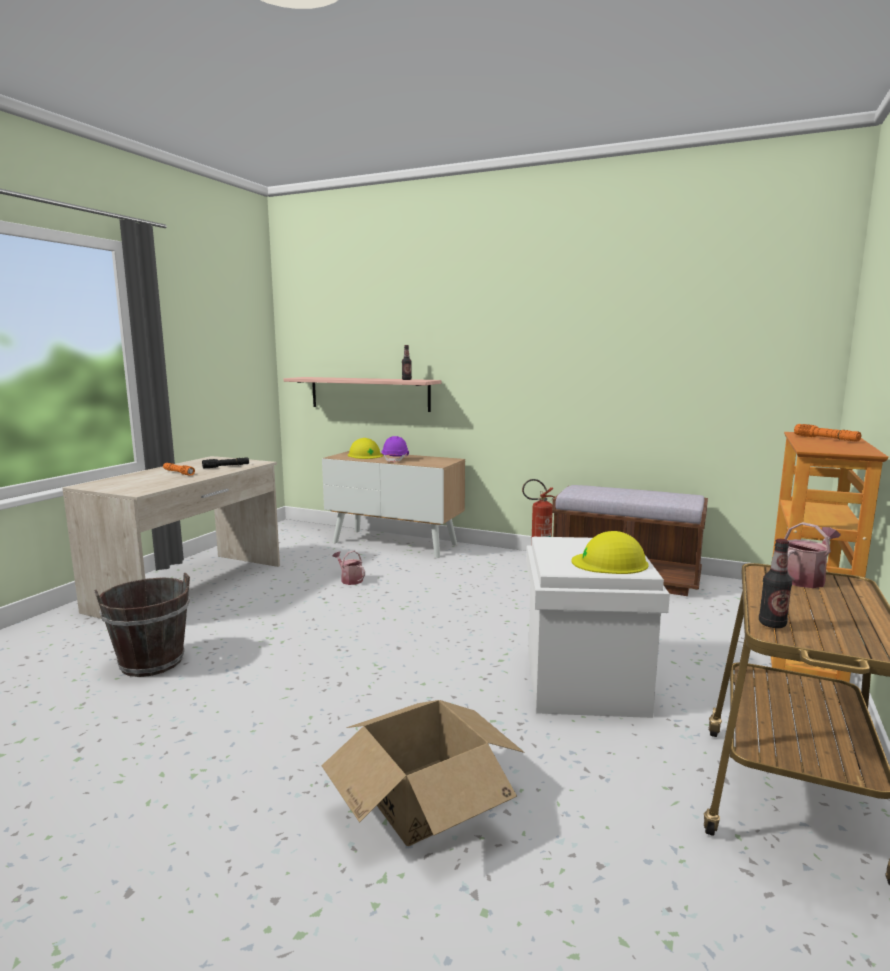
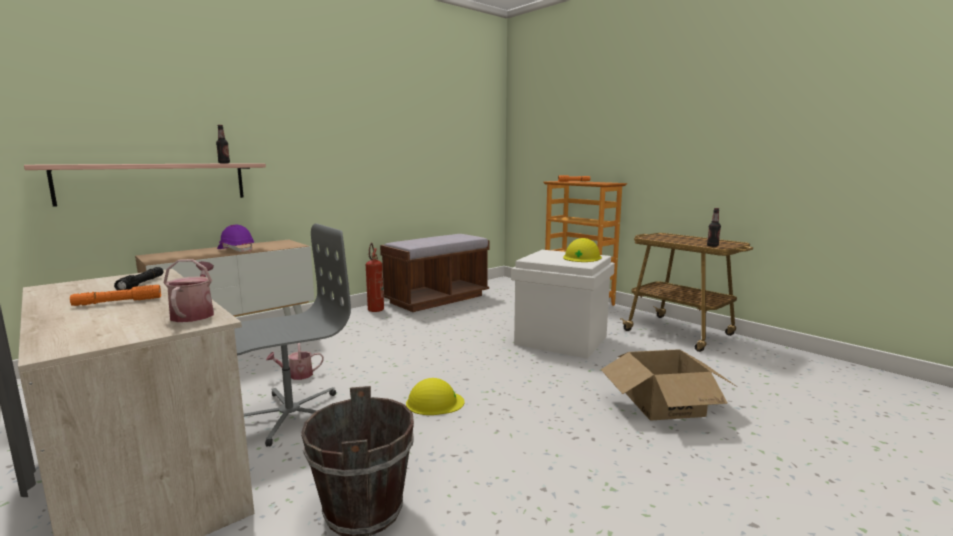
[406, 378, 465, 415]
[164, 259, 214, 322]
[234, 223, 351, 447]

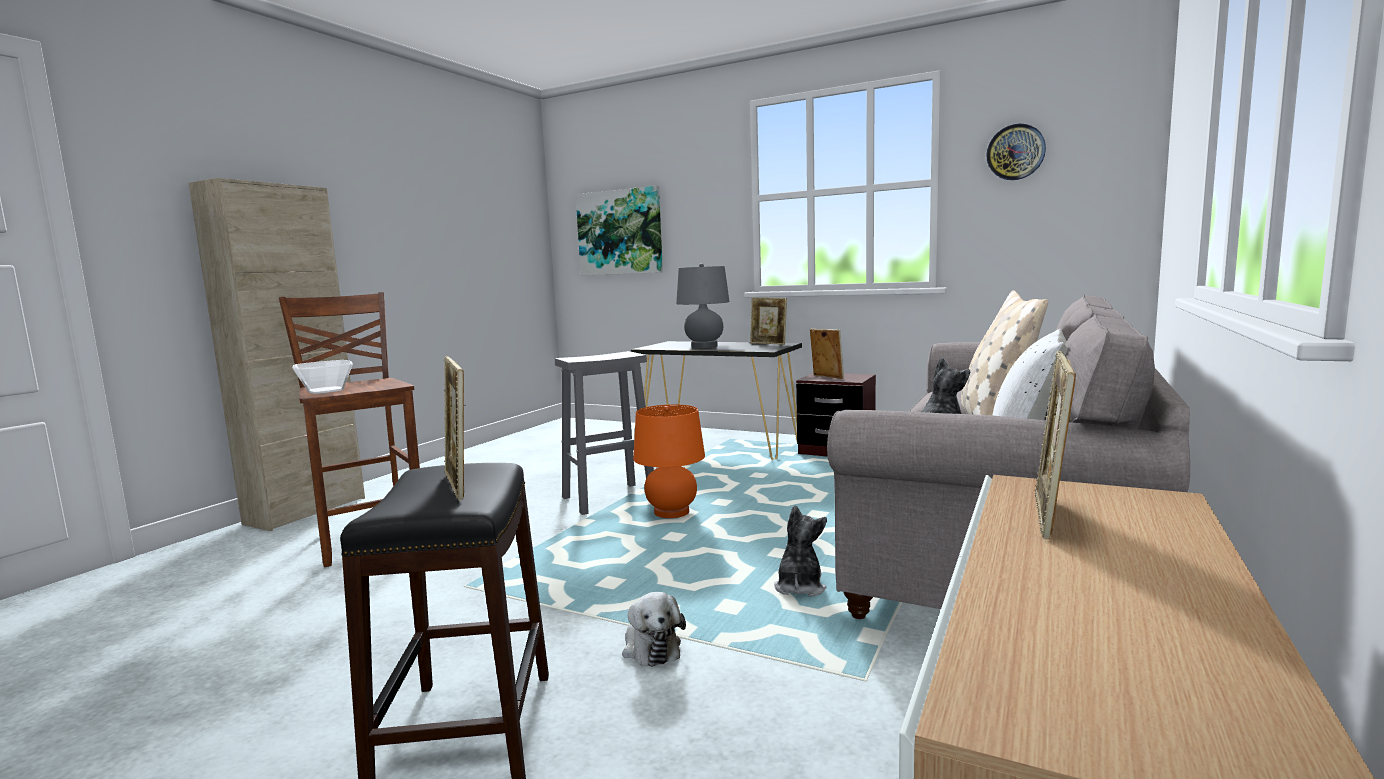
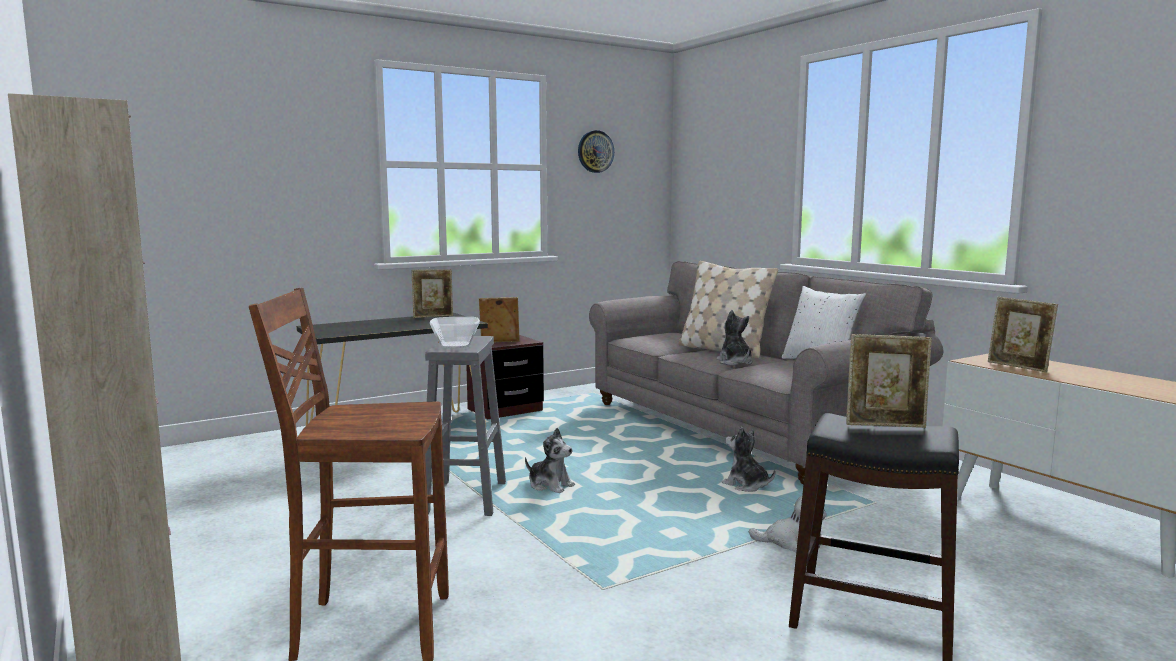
[430, 317, 480, 348]
[575, 186, 663, 276] (first image)
[525, 428, 575, 493]
[676, 263, 730, 348] (first image)

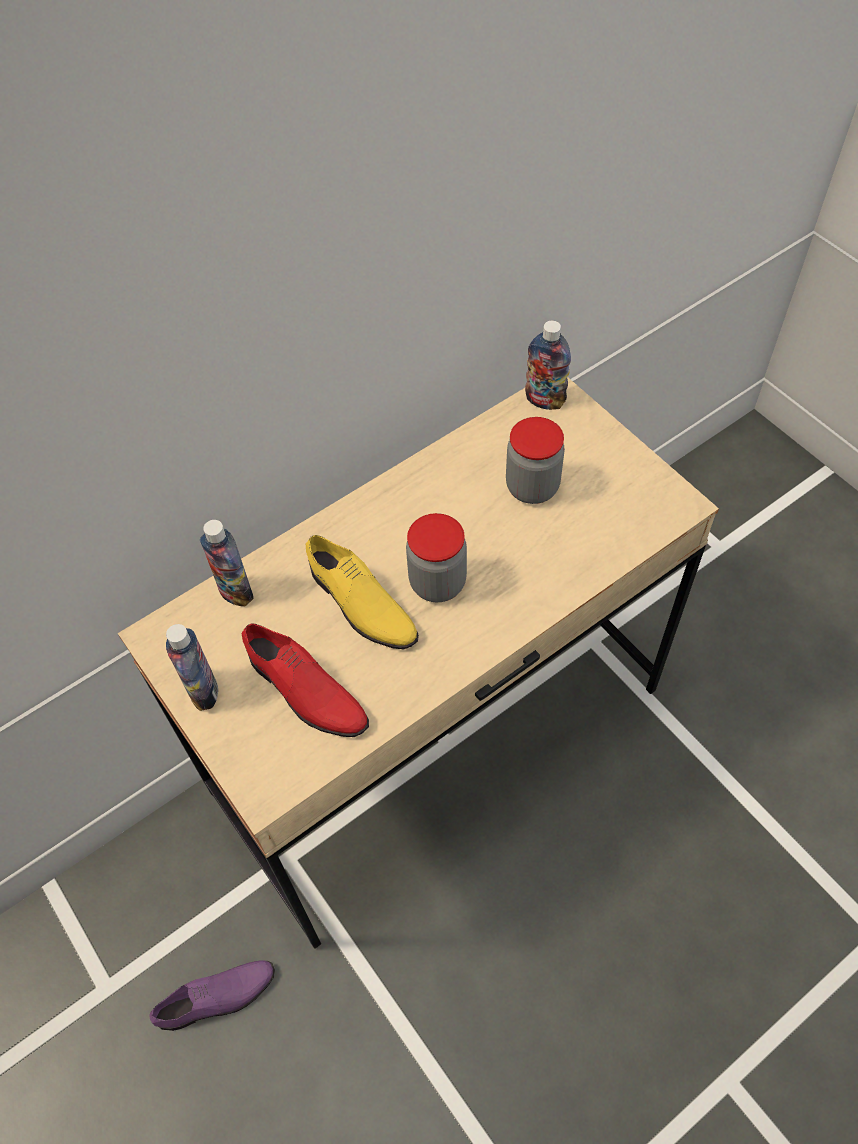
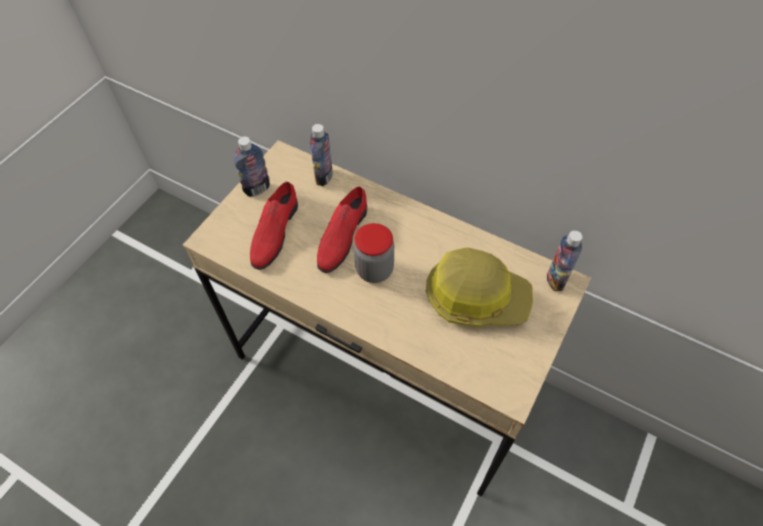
[149, 961, 275, 1031] (first image)
[317, 186, 367, 273]
[426, 247, 533, 327]

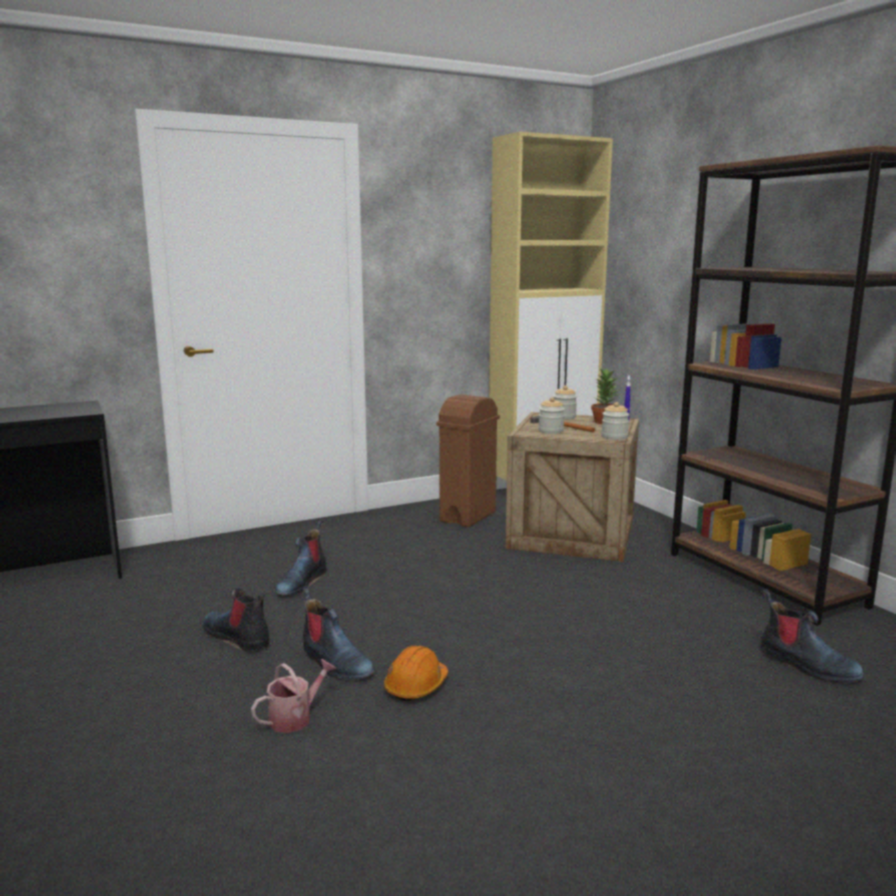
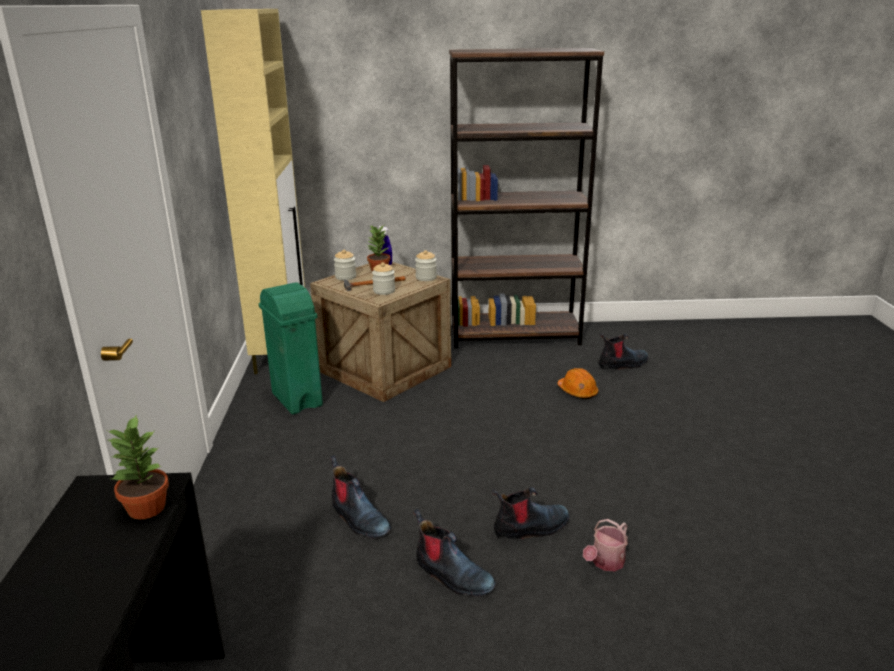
[413, 509, 496, 597]
[583, 519, 628, 571]
[557, 368, 598, 399]
[259, 283, 323, 414]
[108, 416, 169, 519]

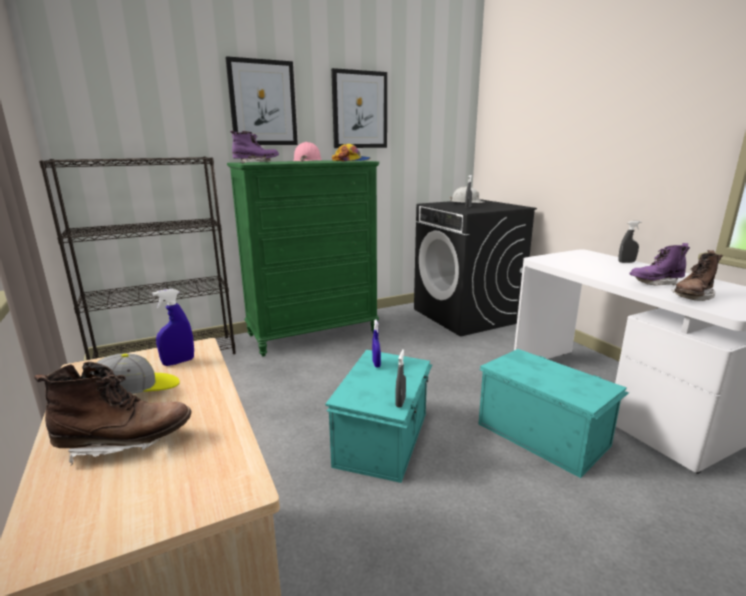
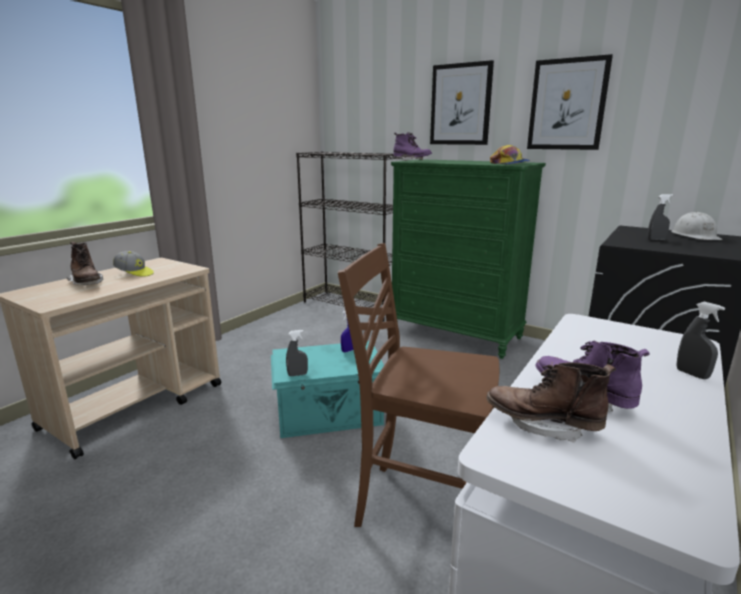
[153, 289, 194, 366] (first image)
[293, 142, 322, 162] (first image)
[338, 243, 499, 527]

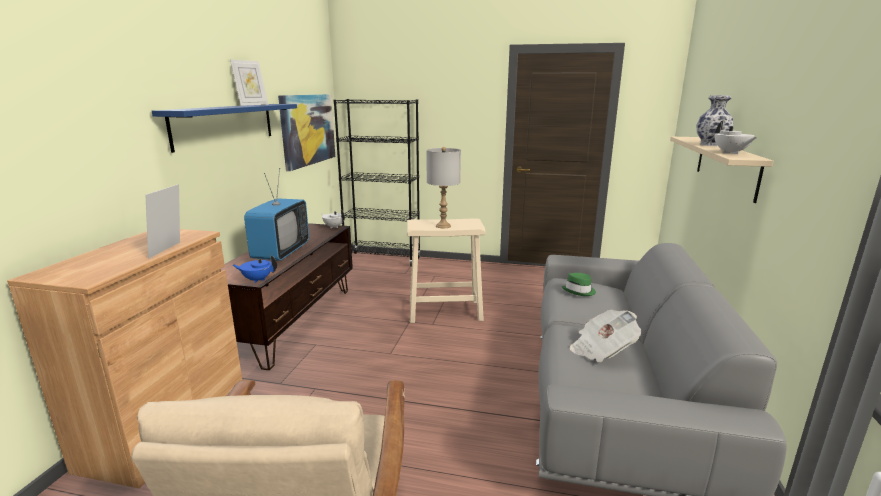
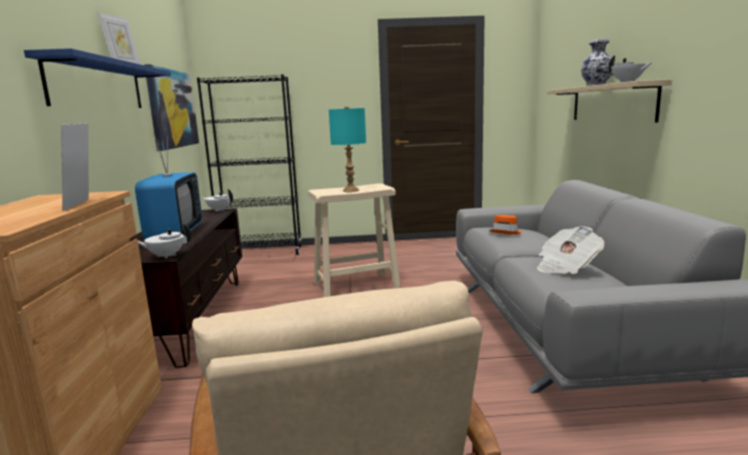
[138, 223, 191, 259]
[329, 105, 366, 192]
[489, 215, 522, 235]

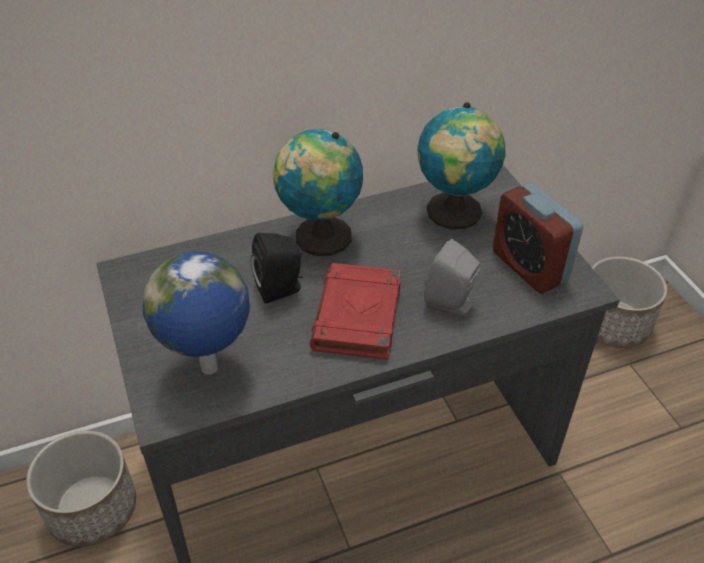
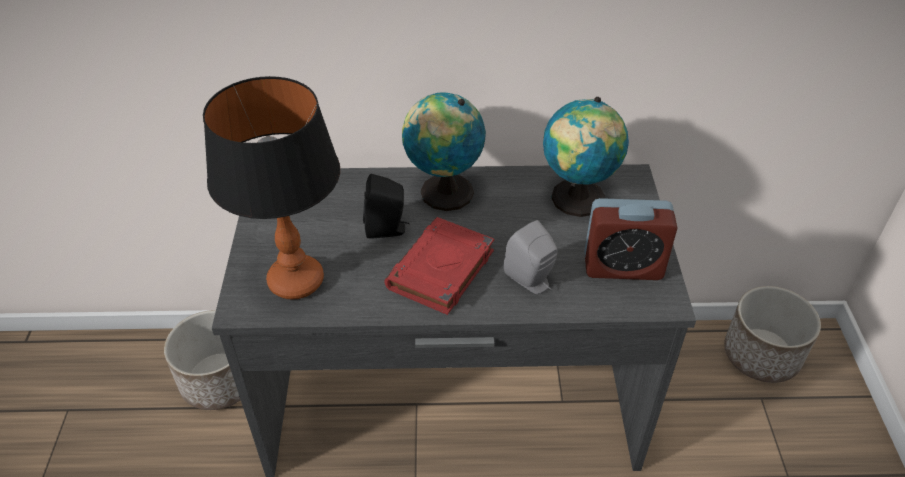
[203, 76, 340, 300]
[584, 198, 678, 280]

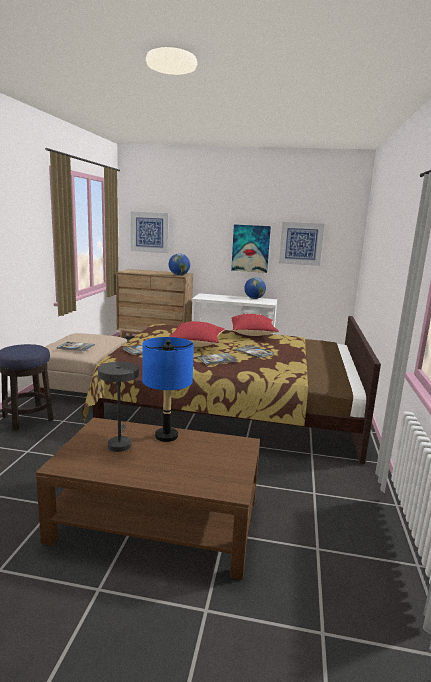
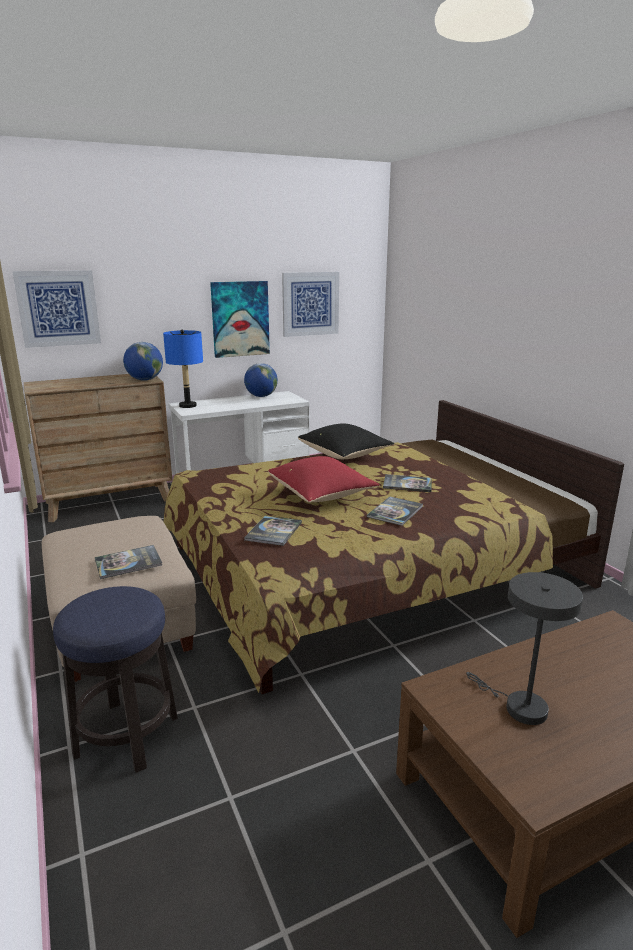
[163, 330, 203, 408]
[298, 423, 394, 459]

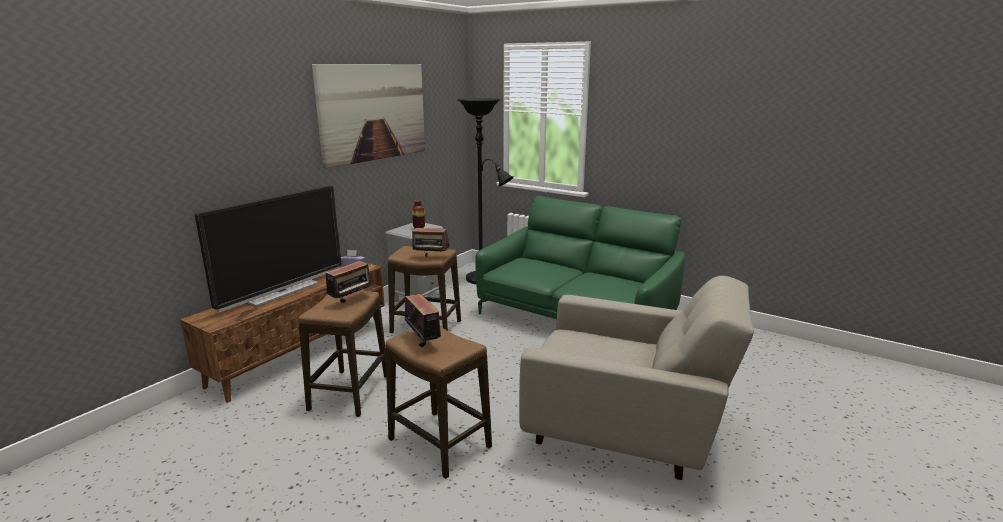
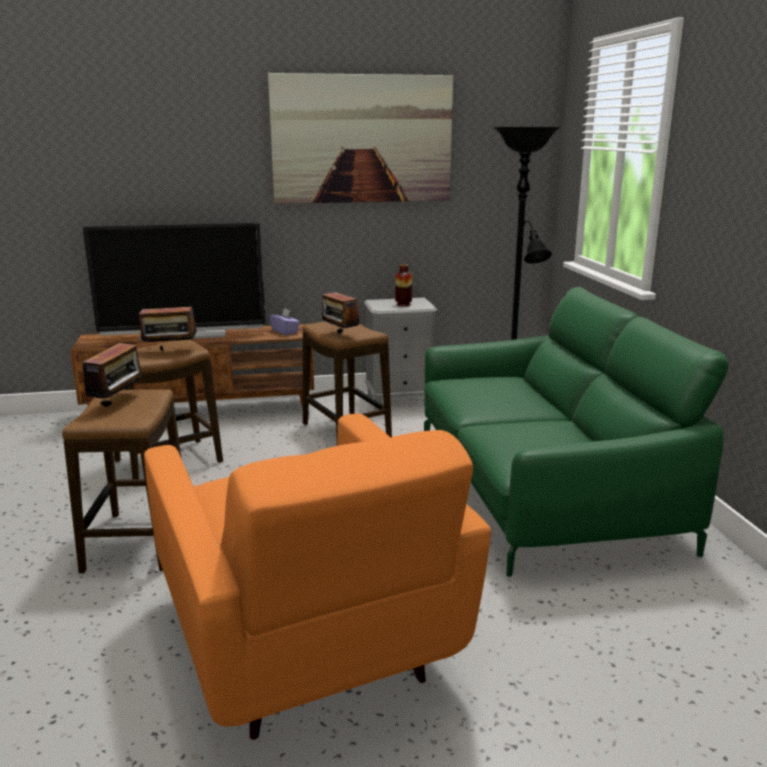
[144, 413, 491, 740]

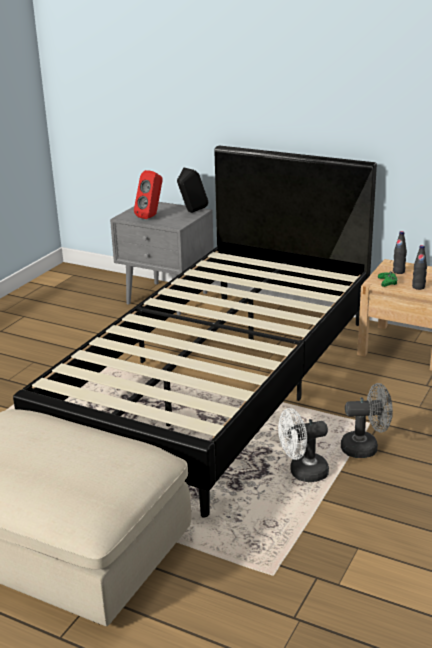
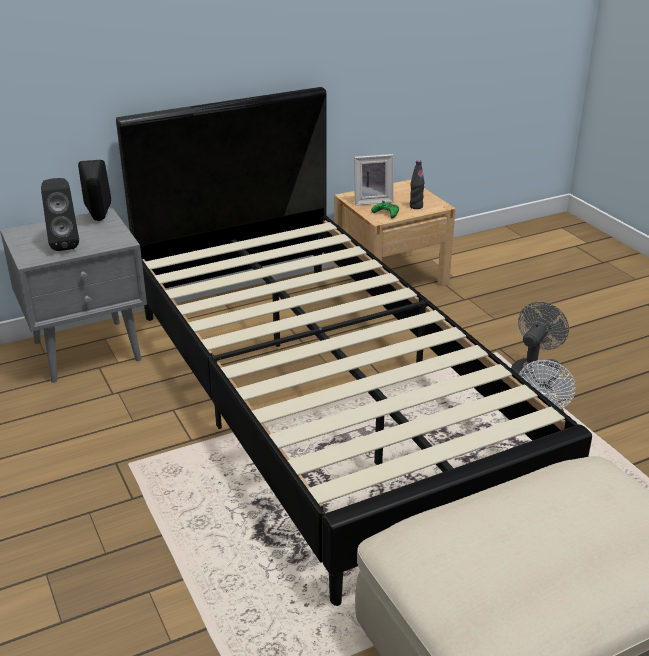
[41, 178, 79, 251]
[354, 154, 394, 205]

